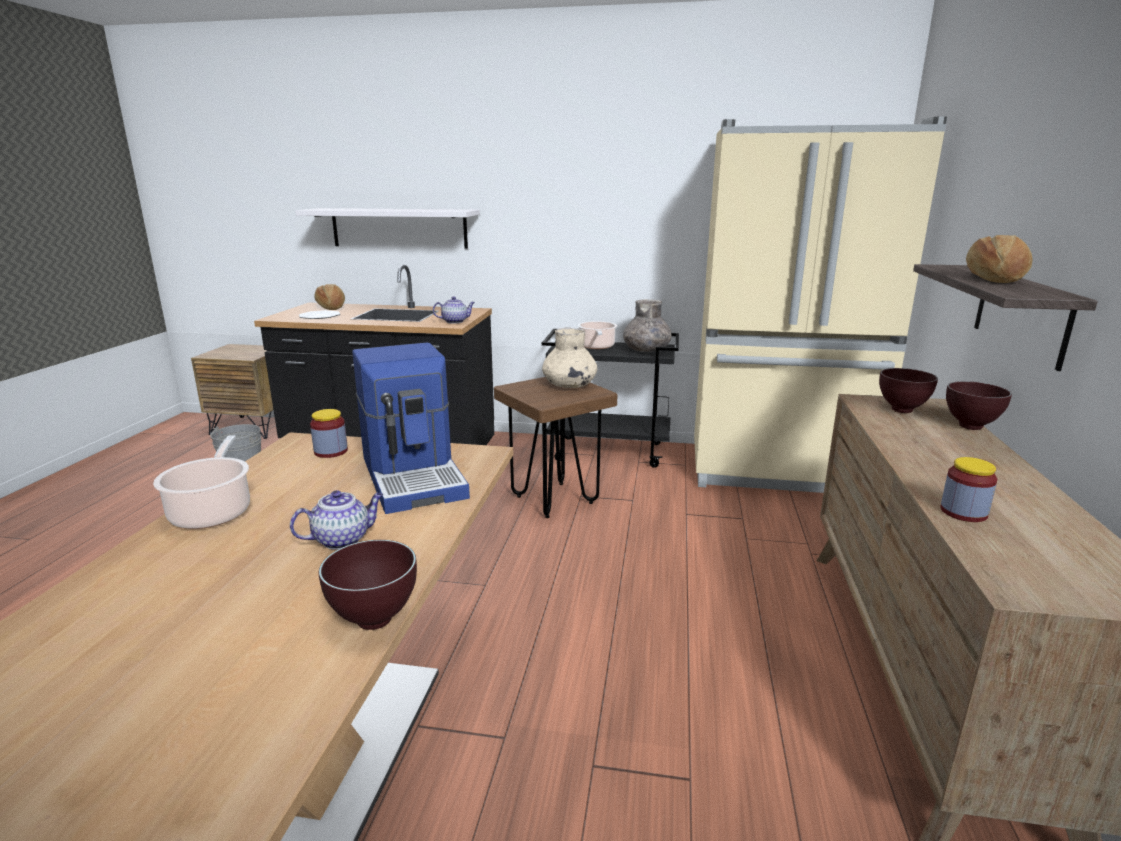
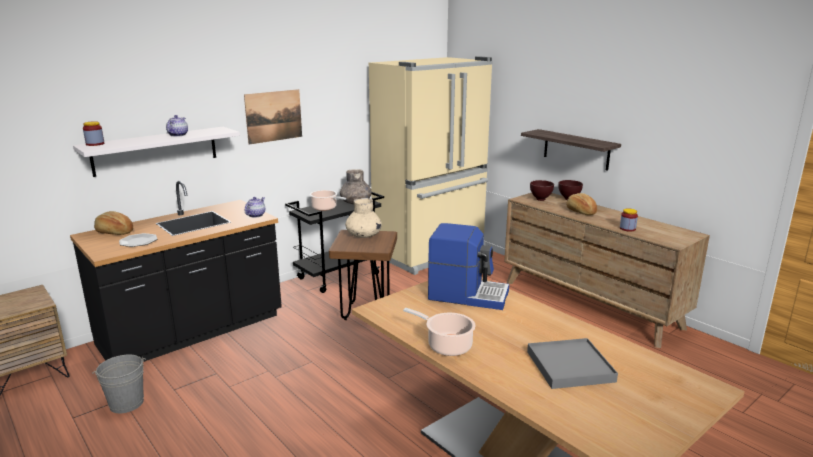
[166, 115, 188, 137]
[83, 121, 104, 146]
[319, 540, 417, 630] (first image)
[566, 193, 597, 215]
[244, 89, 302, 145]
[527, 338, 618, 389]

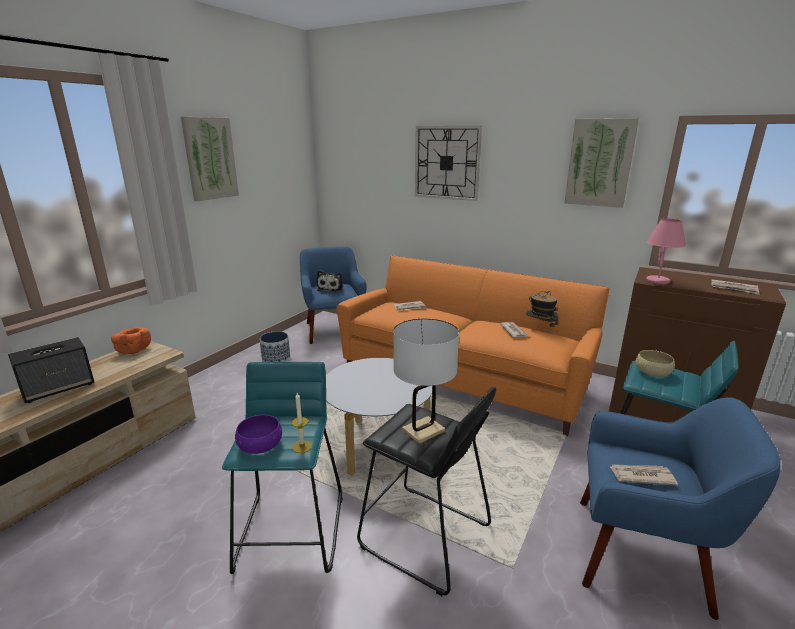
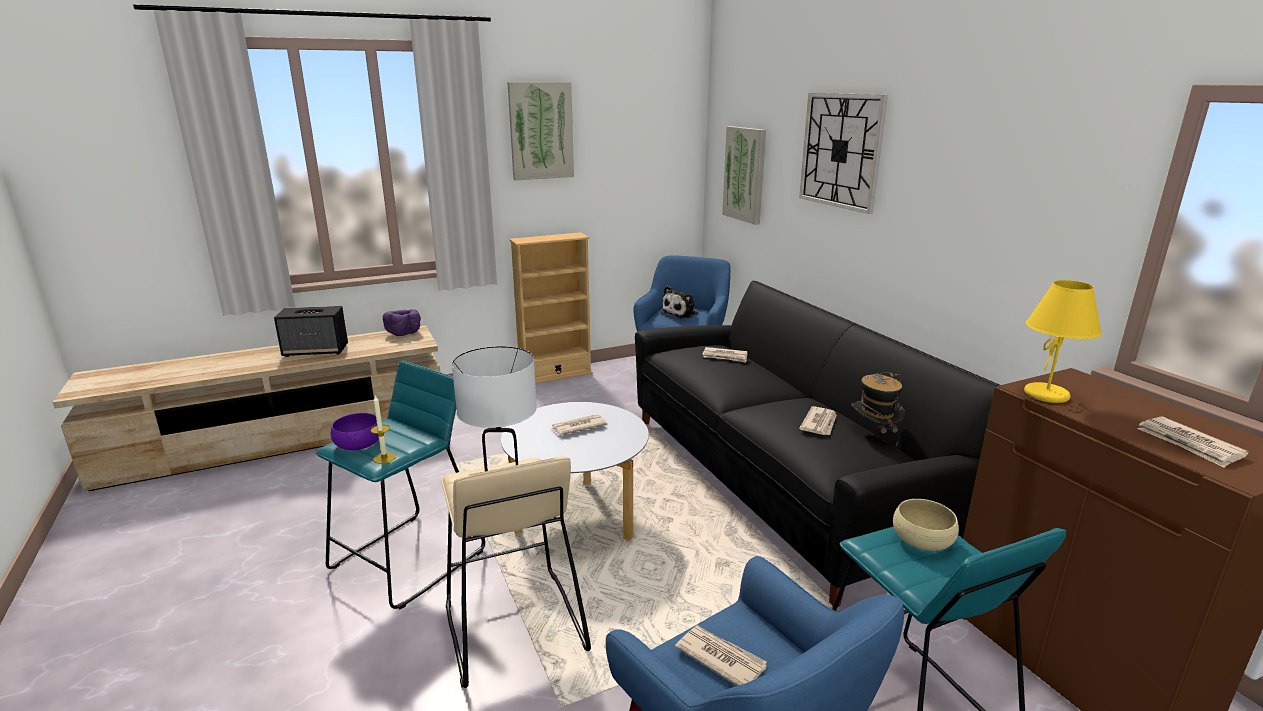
[383, 309, 421, 336]
[260, 331, 290, 362] (first image)
[635, 280, 999, 607]
[441, 456, 591, 688]
[722, 126, 766, 225]
[1024, 280, 1102, 403]
[509, 232, 593, 384]
[552, 414, 607, 435]

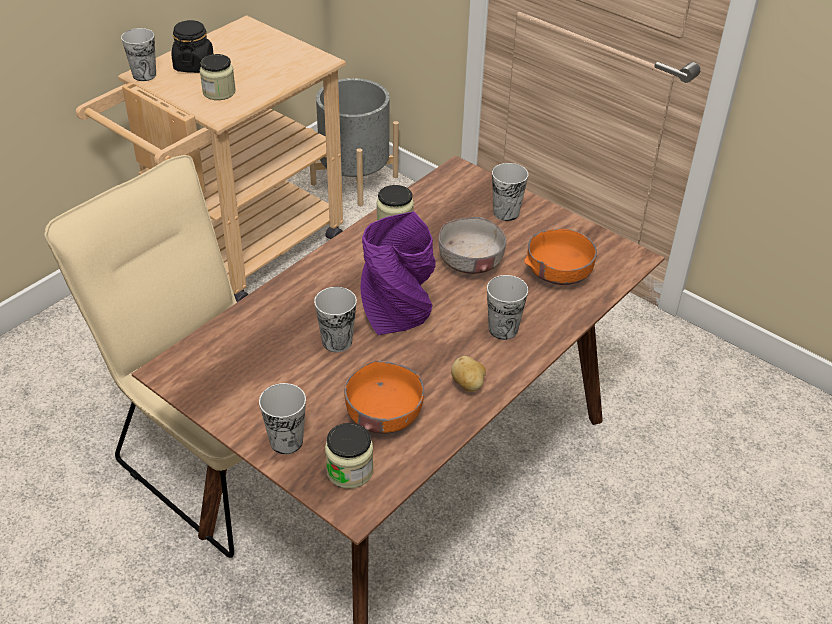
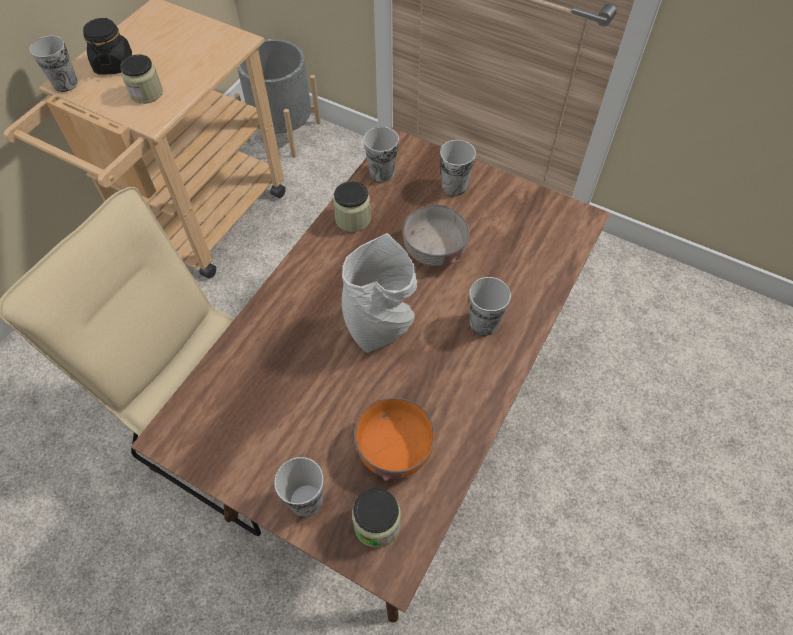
[364, 127, 399, 182]
[342, 233, 417, 353]
[451, 356, 486, 392] (first image)
[524, 229, 597, 285] (first image)

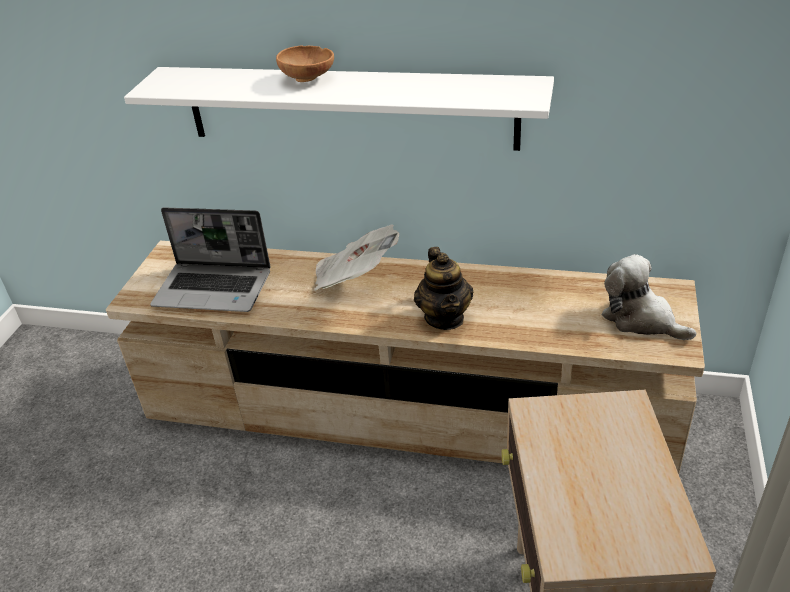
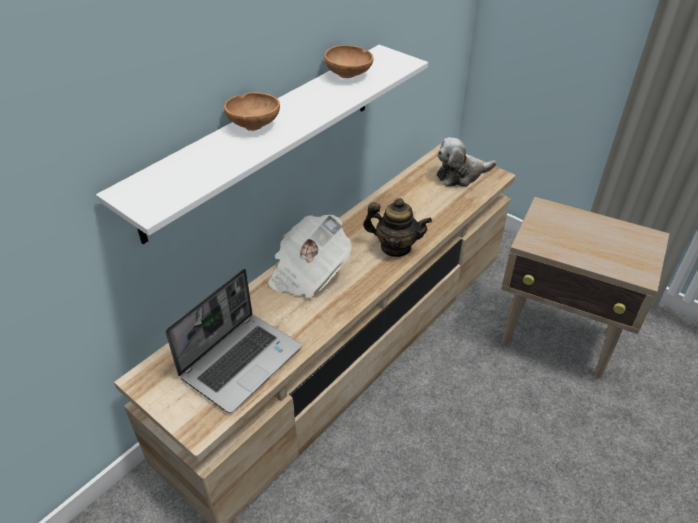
[324, 45, 373, 78]

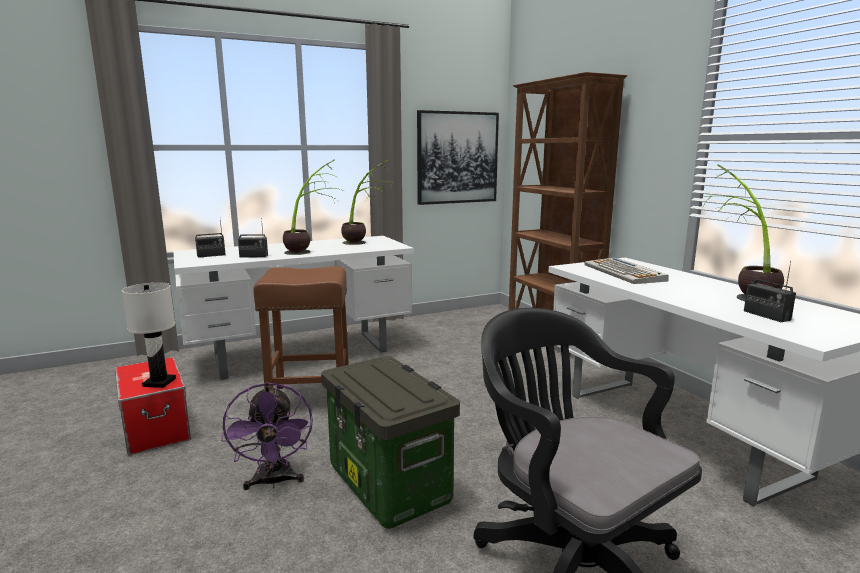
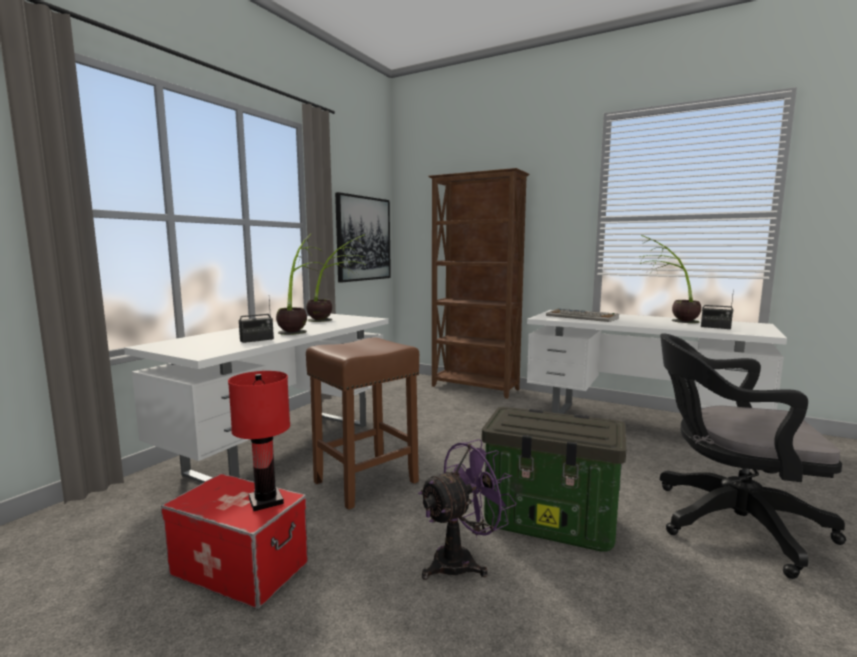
[228, 371, 290, 511]
[195, 220, 226, 258] (first image)
[418, 439, 516, 580]

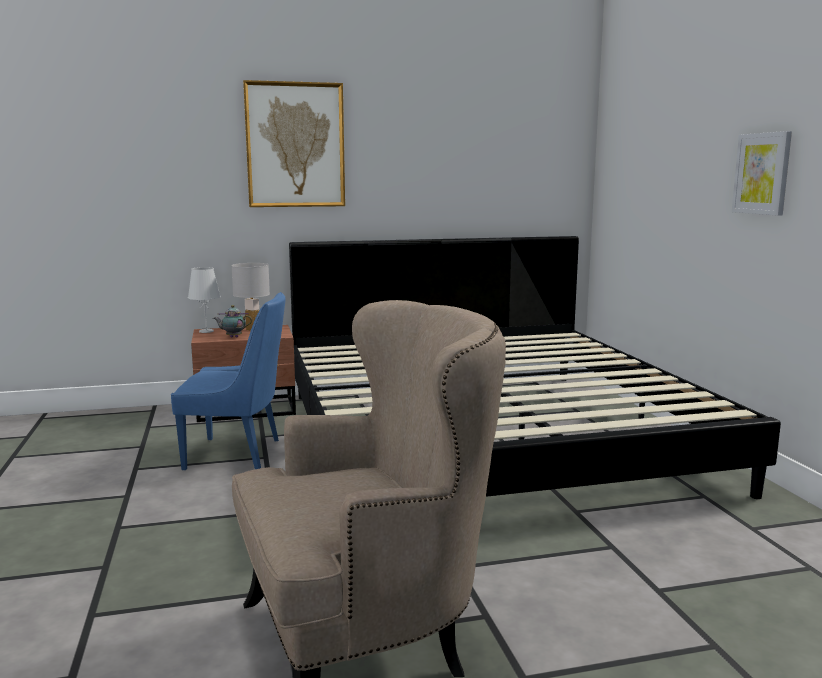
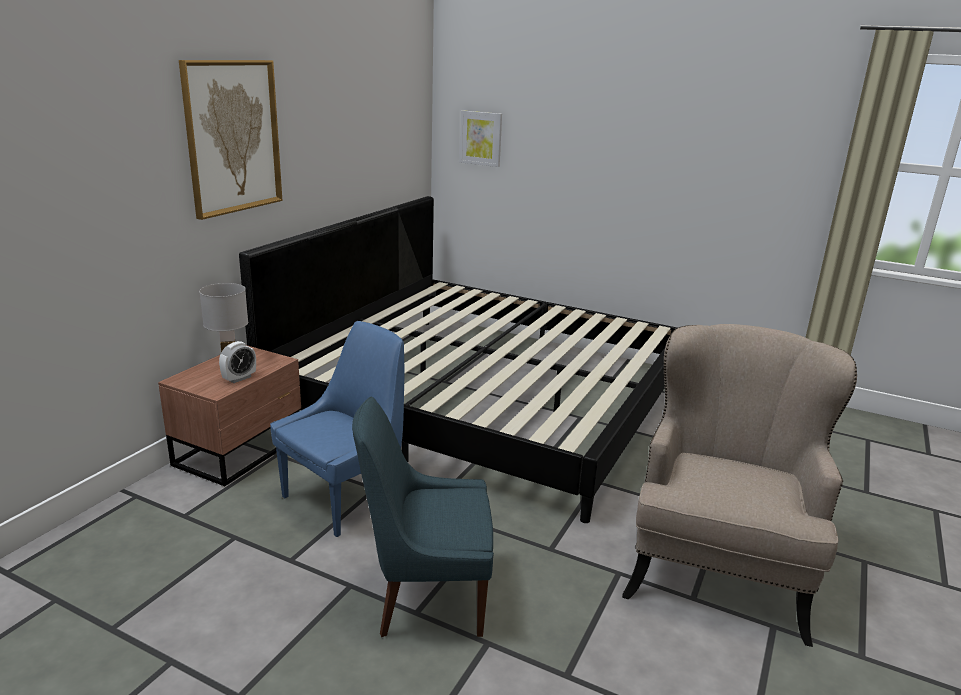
[188, 267, 221, 333] (first image)
[219, 341, 256, 383]
[459, 110, 502, 167]
[352, 396, 494, 637]

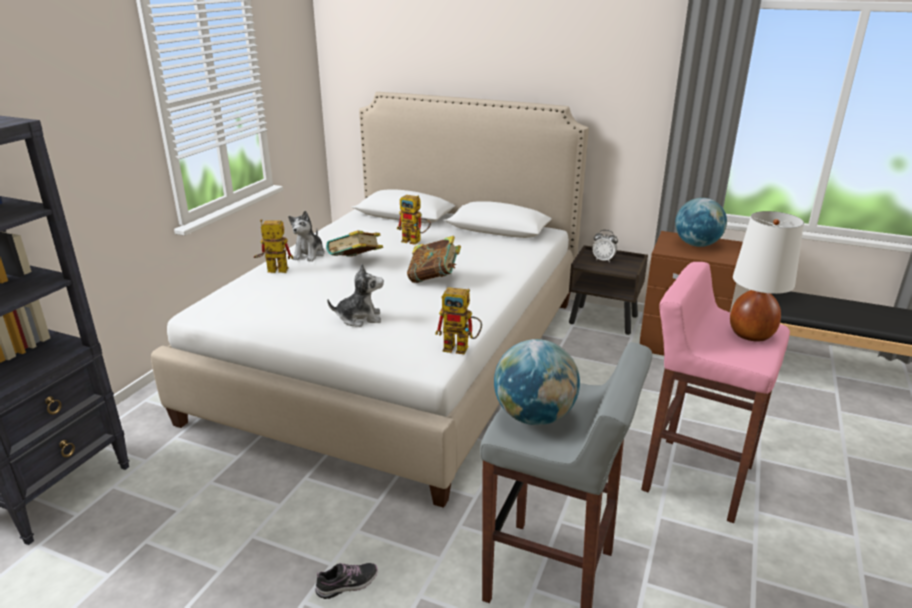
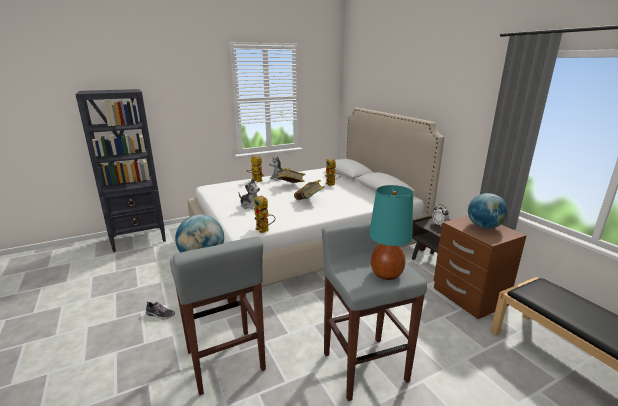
[322, 220, 427, 401]
[369, 185, 413, 280]

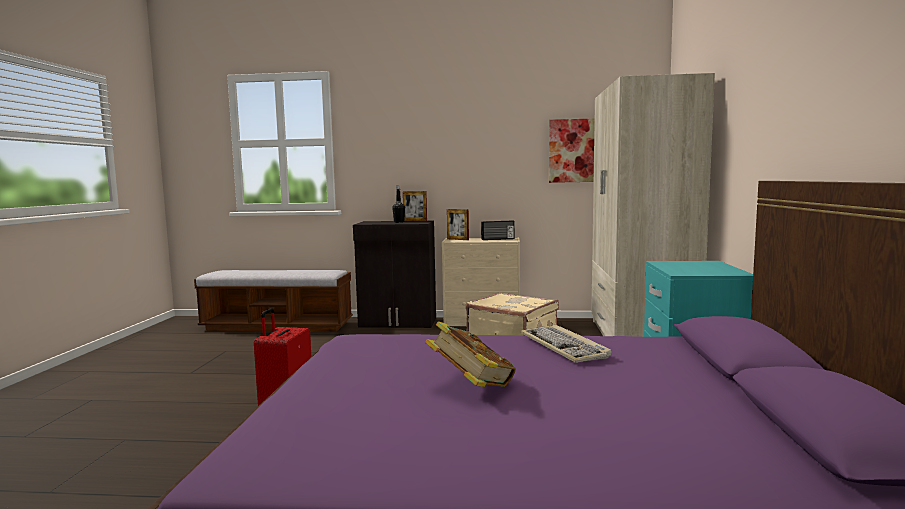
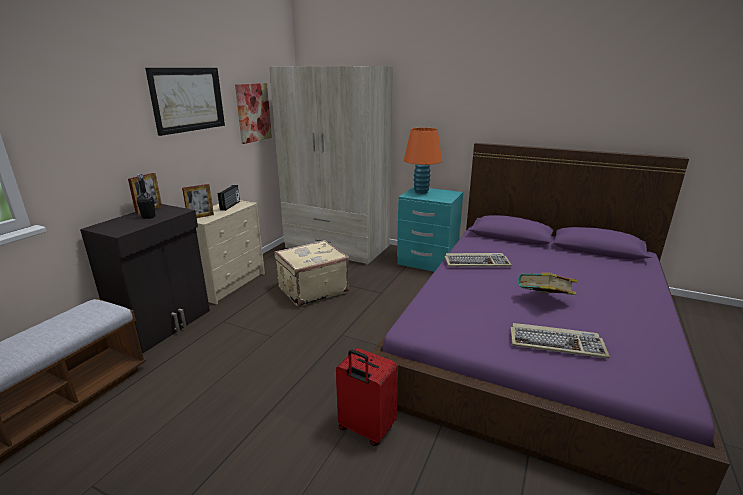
[145, 68, 225, 136]
[404, 128, 442, 194]
[510, 323, 610, 359]

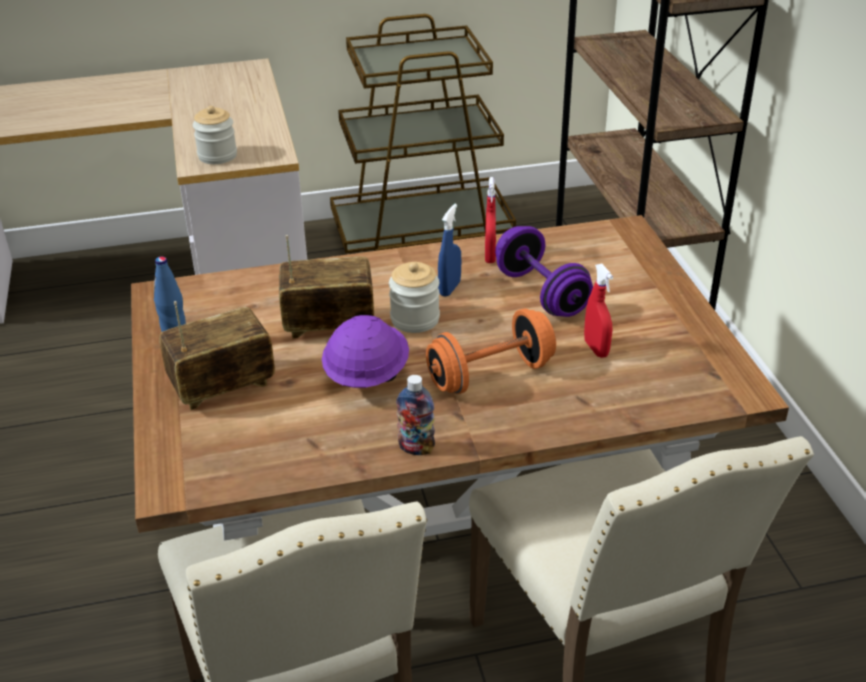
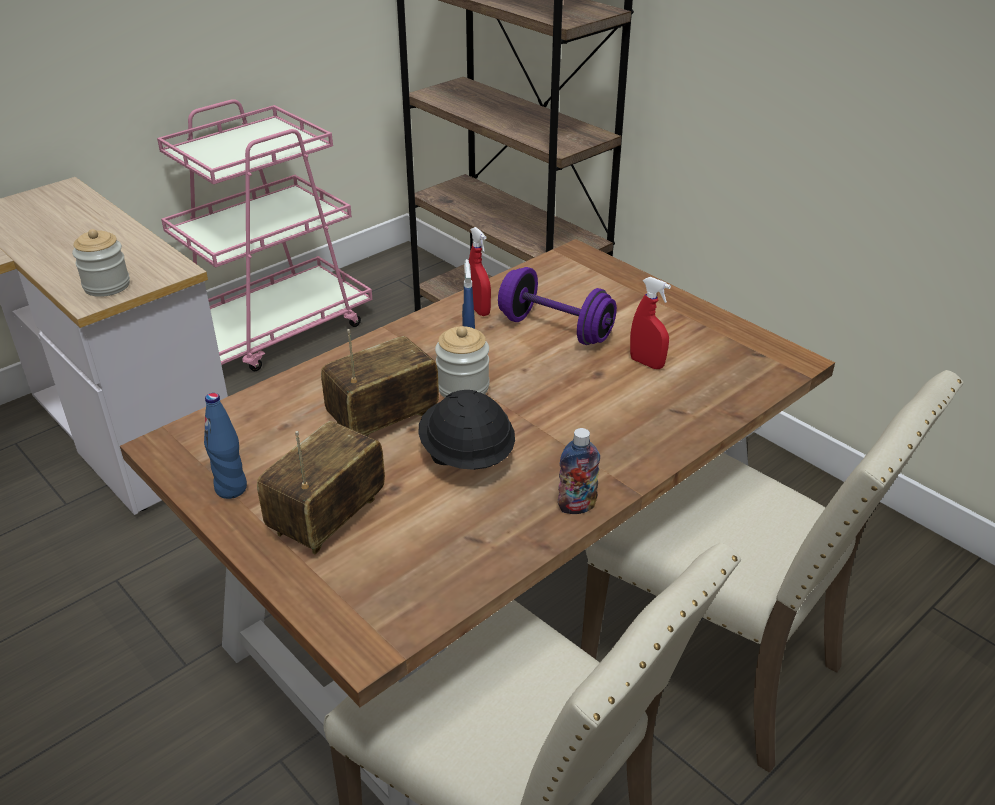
[418, 390, 515, 470]
[157, 99, 372, 371]
[426, 308, 556, 394] (first image)

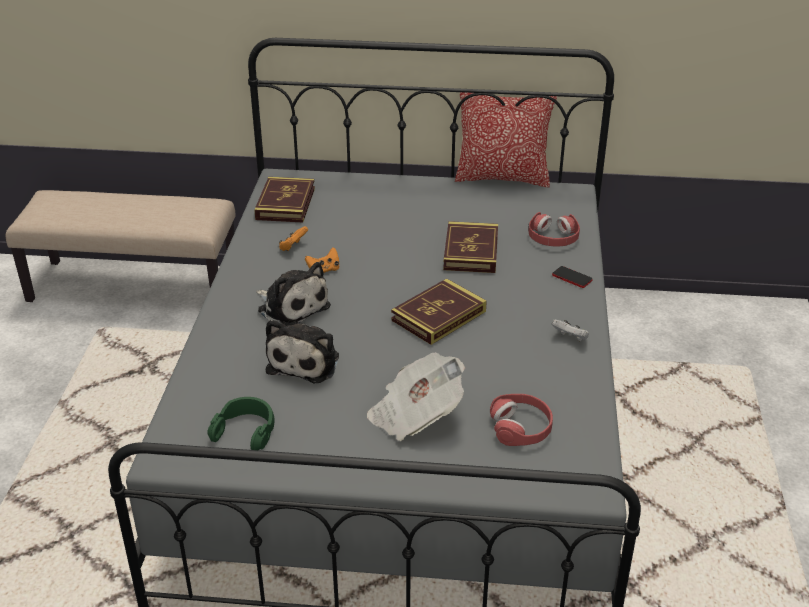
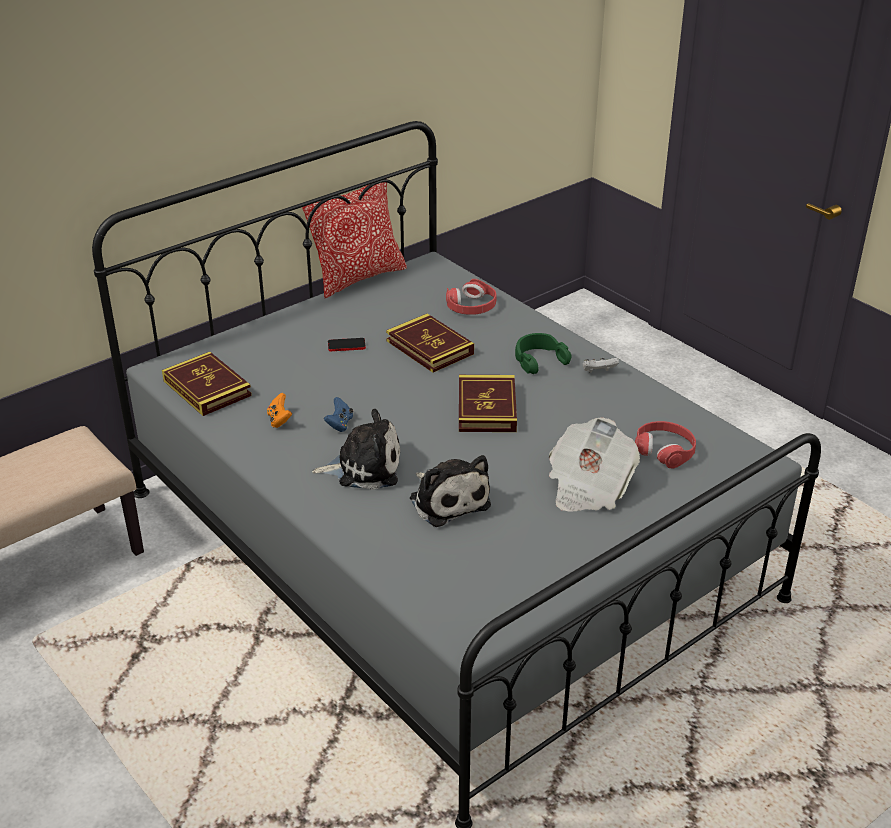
[515, 333, 572, 374]
[324, 397, 353, 432]
[328, 338, 366, 351]

